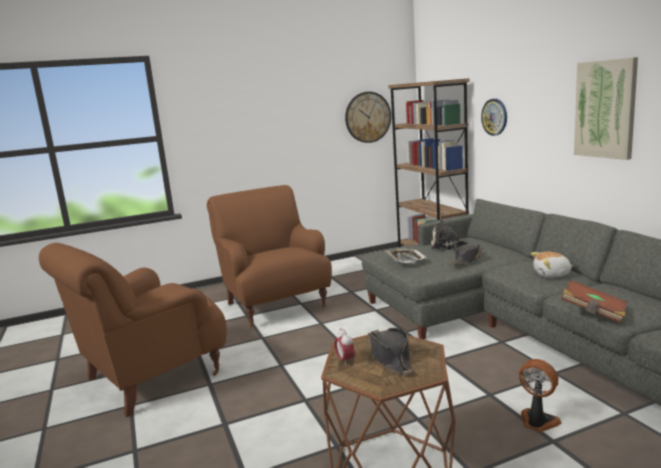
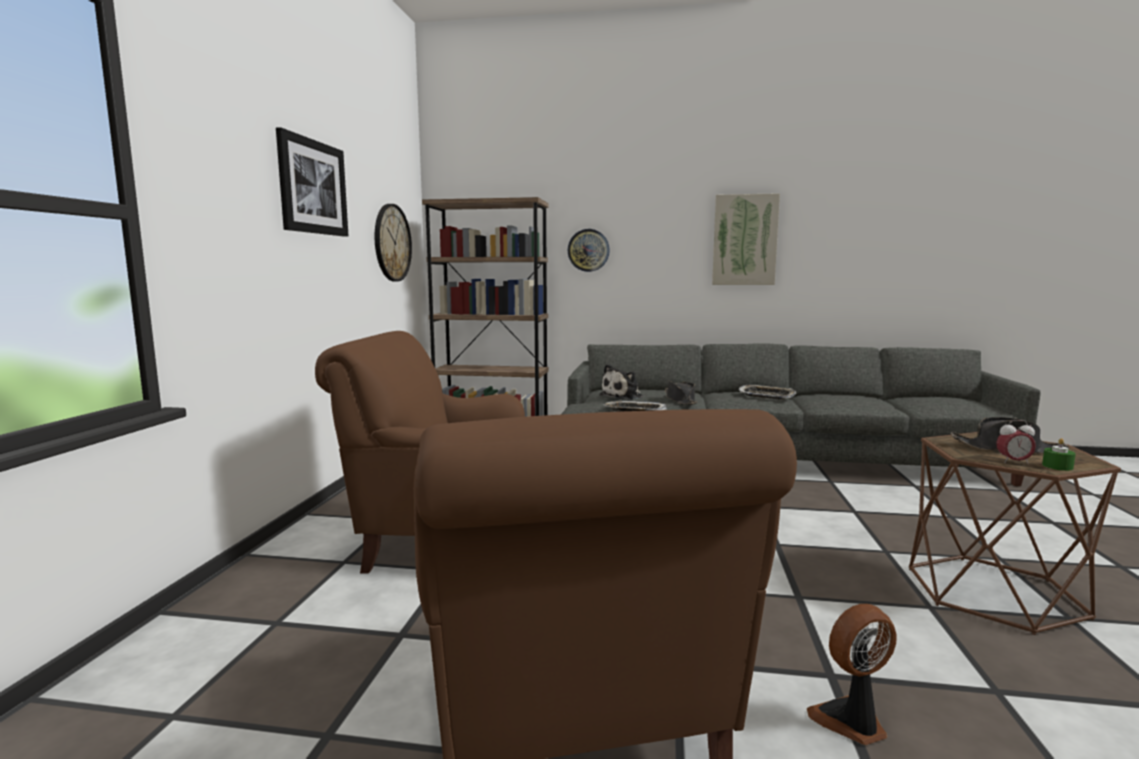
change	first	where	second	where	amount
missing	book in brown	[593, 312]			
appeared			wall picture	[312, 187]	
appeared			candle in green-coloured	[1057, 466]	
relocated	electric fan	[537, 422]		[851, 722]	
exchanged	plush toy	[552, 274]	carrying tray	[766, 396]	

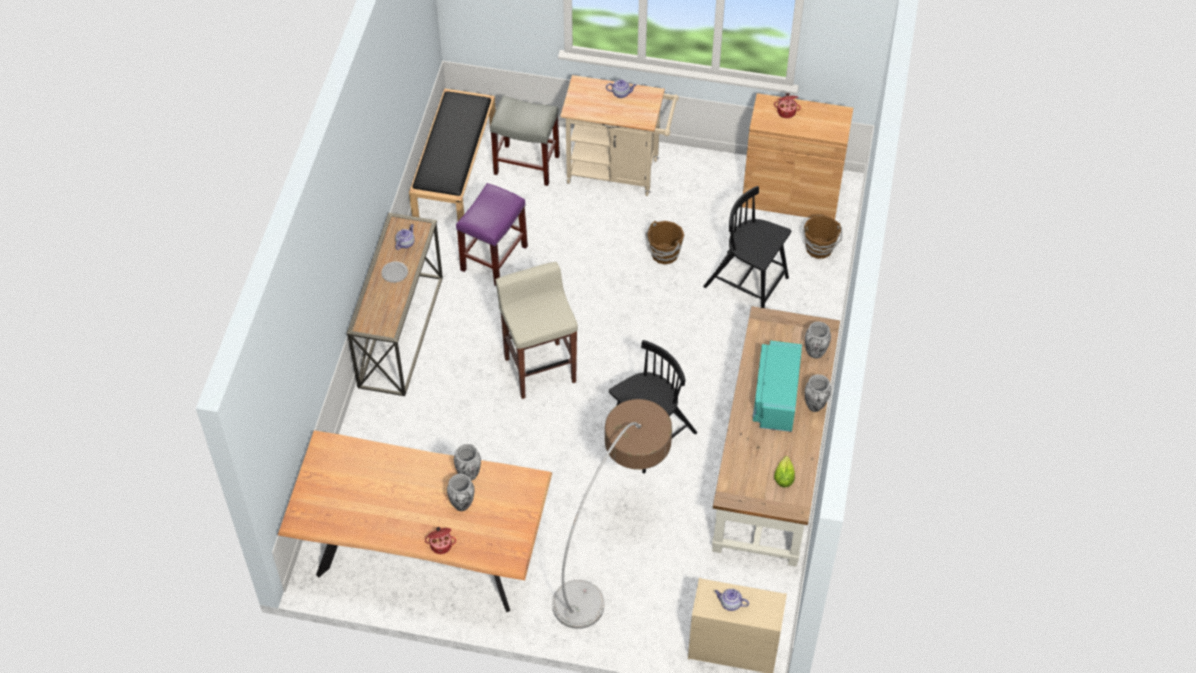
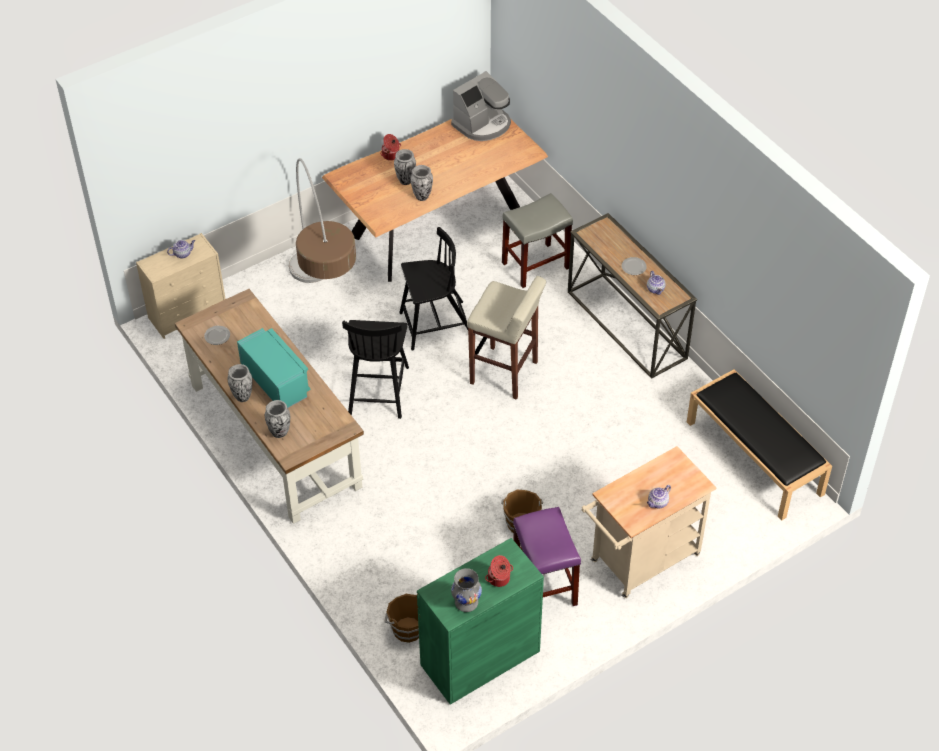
change	first	where	second	where	amount
appeared			coffee maker	[482, 124]	
appeared			vase in grey	[466, 602]	
relocated	stool in purplish	[494, 257]		[545, 585]	
relocated	stool in grey	[527, 164]		[535, 266]	
relocated	chair in blackish	[747, 283]		[435, 325]	
exchanged	head of lettuce	[783, 478]	plate	[217, 336]	
colour	cupboard in brown	[791, 196]	cupboard in green-coloured	[480, 658]	

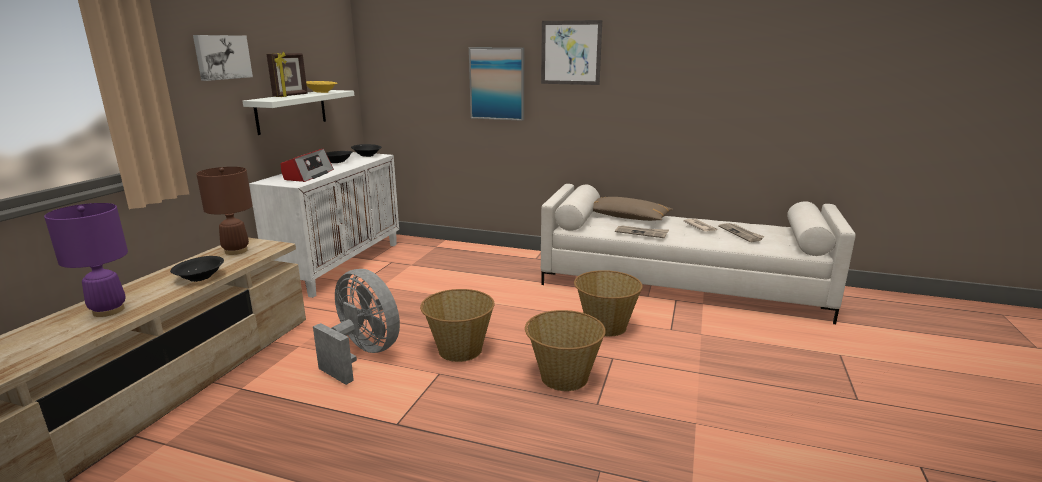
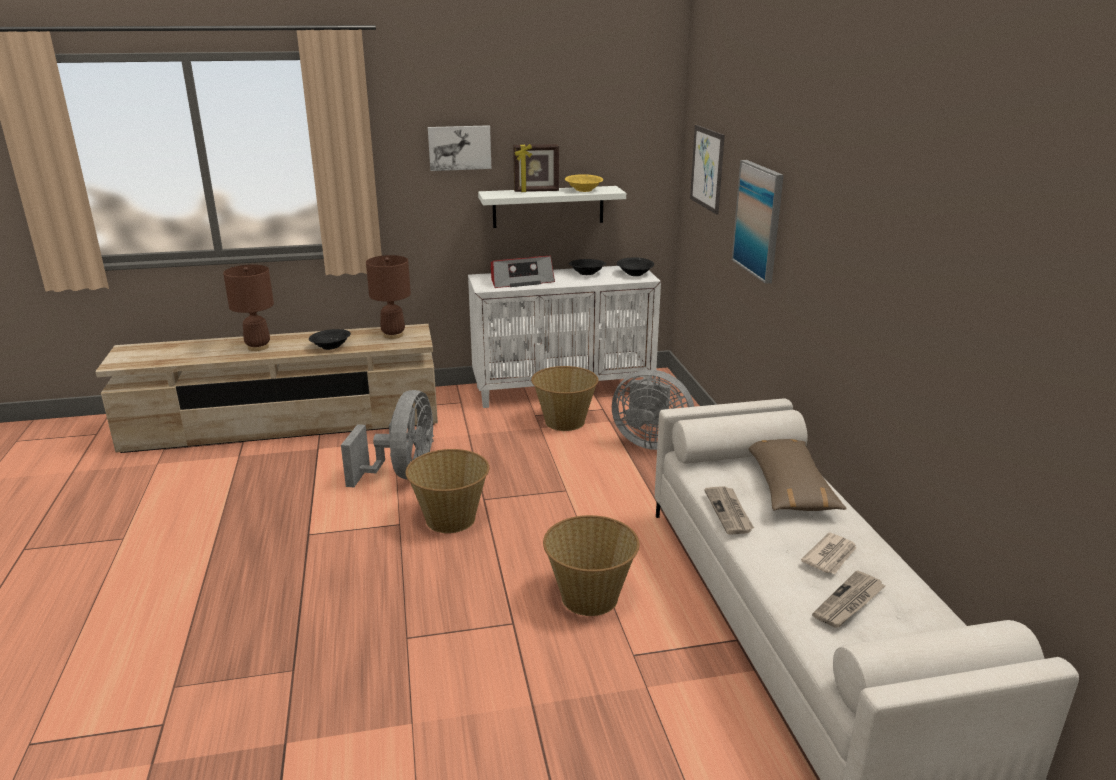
change	first	where	second	where	amount
appeared			electric fan in grey	[650, 441]	
relocated	household basket	[563, 377]		[564, 421]	
relocated	wall picture	[570, 52]		[707, 168]	
colour	table lamp in purplish	[109, 311]	table lamp in brown	[258, 347]	

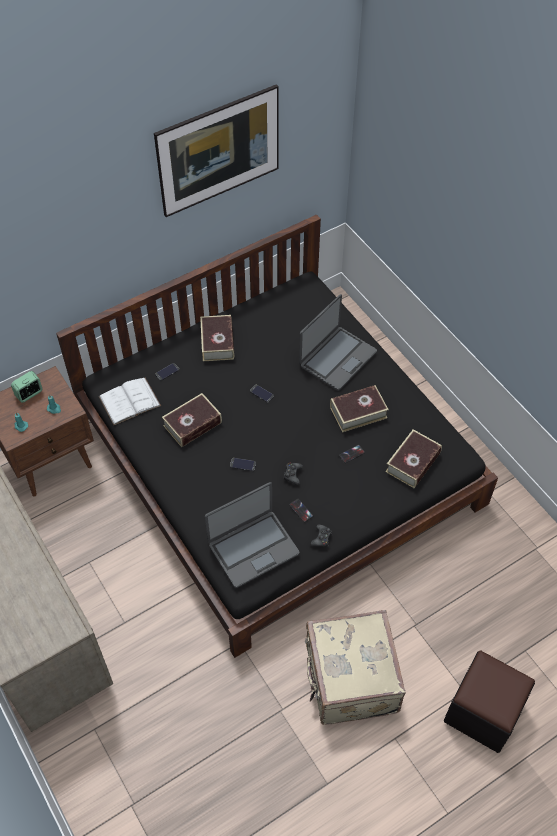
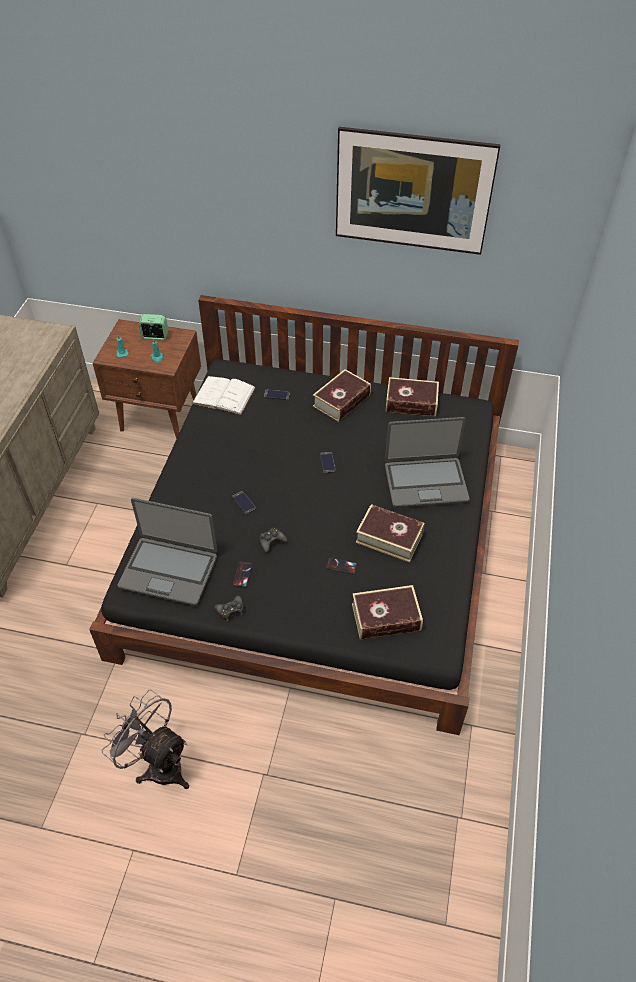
change	first	where	second	where	amount
missing	pouffe in blackish	[483, 712]			
relocated	book	[192, 424]		[411, 402]	
exchanged	piece of luggage in sand-coloured	[349, 680]	electric fan in grey	[158, 764]	

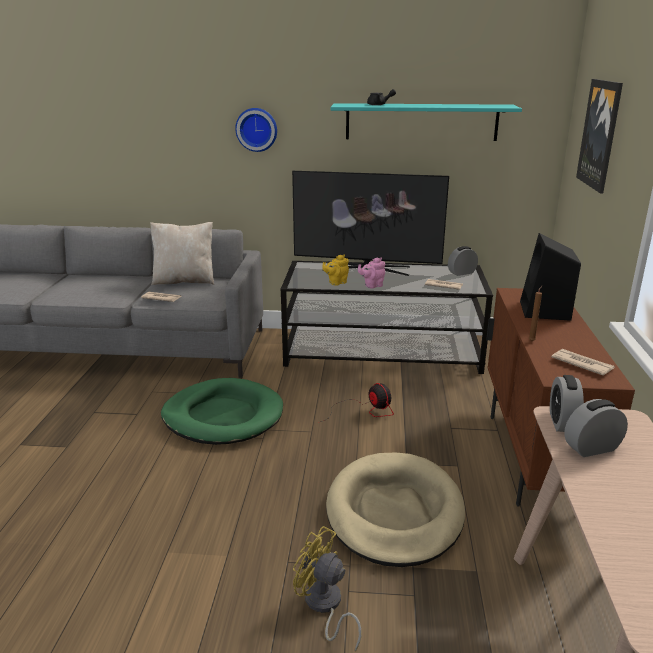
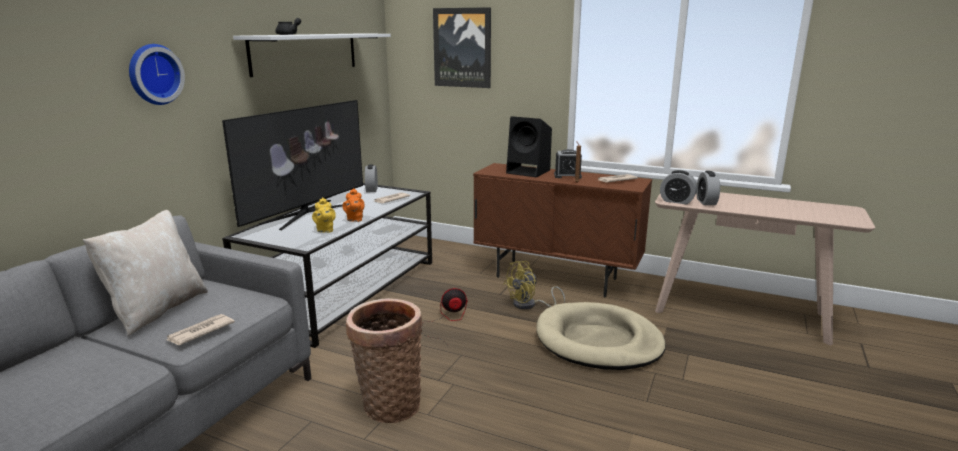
change	first	where	second	where	amount
appeared			alarm clock	[567, 175]	
relocated	electric fan in yellowish	[324, 606]		[529, 305]	
exchanged	pet bed in green-coloured	[223, 416]	household basket	[389, 404]	
colour	wall shelf in turquoise-coloured	[421, 122]	wall shelf in white-coloured	[306, 53]	
colour	tea pot in pink	[372, 285]	tea pot in orangey	[354, 219]	

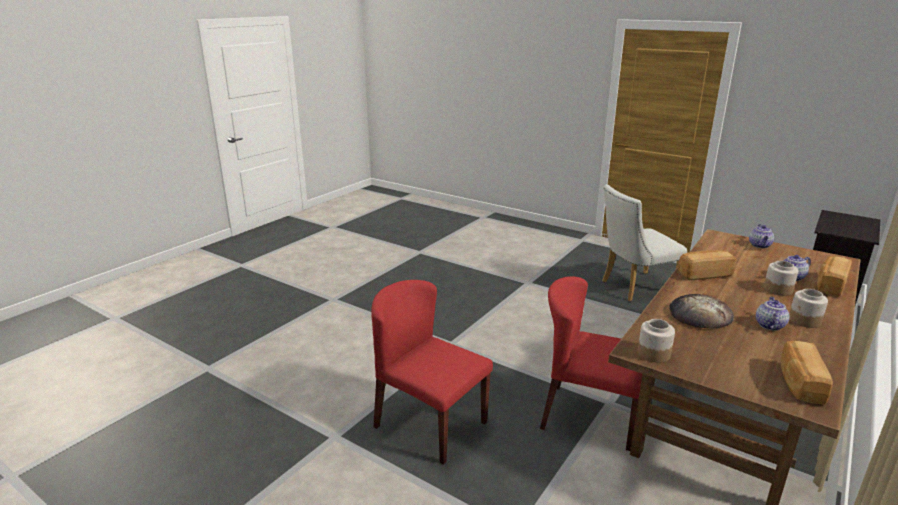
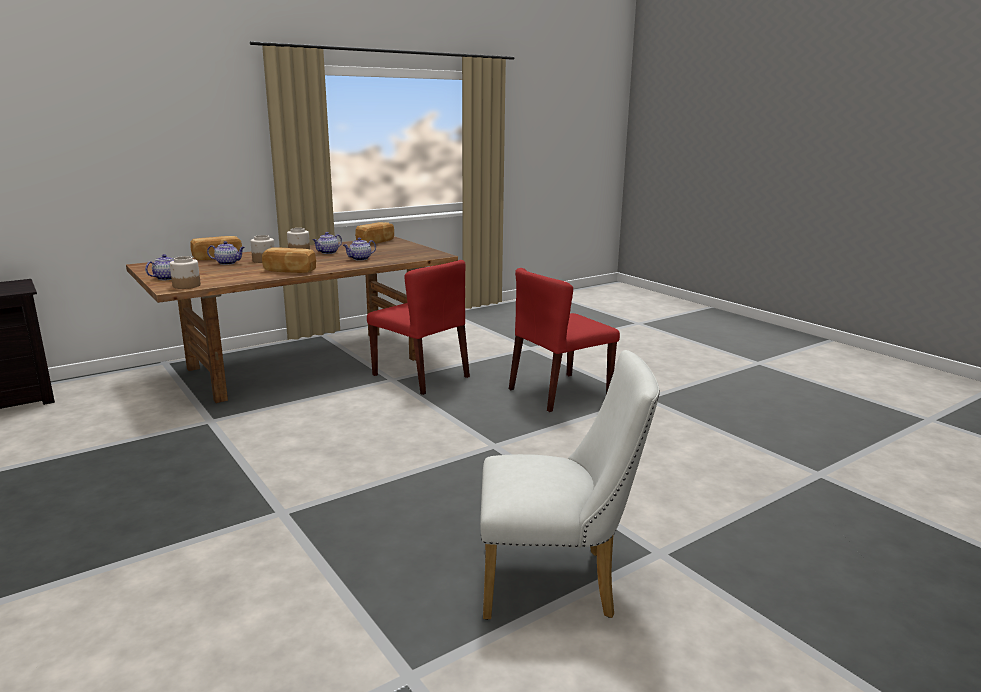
change	first	where	second	where	amount
relocated	chair in white-coloured	[633, 288]		[557, 583]	
relocated	jar	[653, 354]		[187, 286]	
exchanged	bread	[699, 315]	tea pot	[360, 259]	
spun	chair in red-coloured	[429, 424]		[559, 392]	90 degrees clockwise

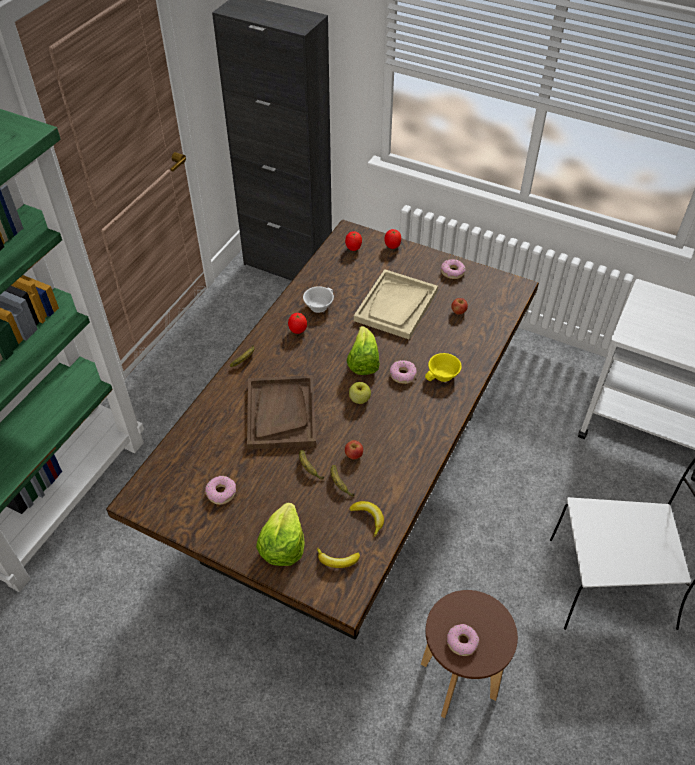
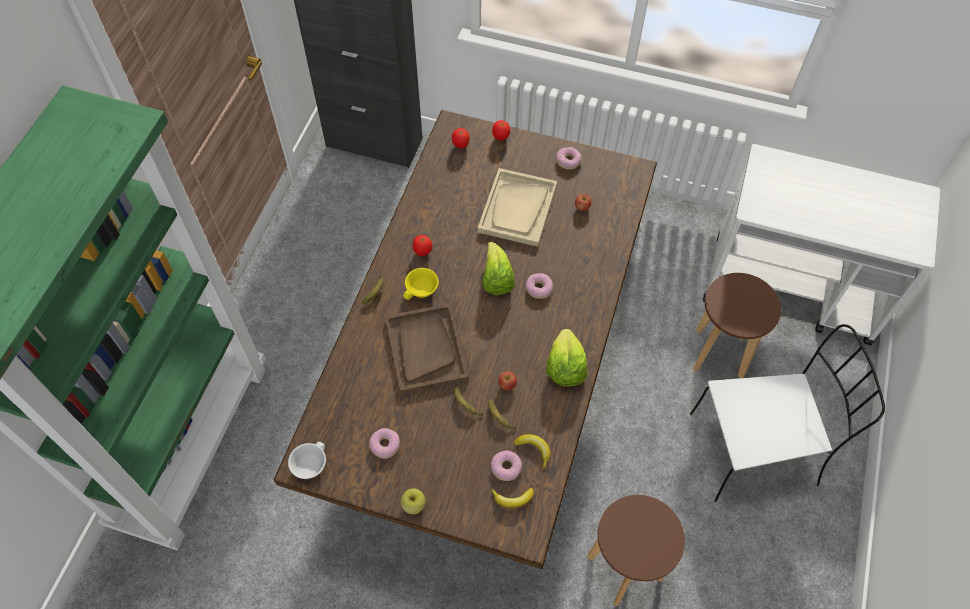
change	first	where	second	where	amount
appeared			stool in brown	[719, 353]	
relocated	head of lettuce	[282, 545]		[565, 367]	
relocated	cup in white-coloured	[318, 305]		[309, 464]	
relocated	apple fruit	[359, 399]		[413, 505]	
relocated	cup in yellowish	[443, 375]		[422, 291]	
relocated	ring doughnut	[462, 642]		[506, 467]	

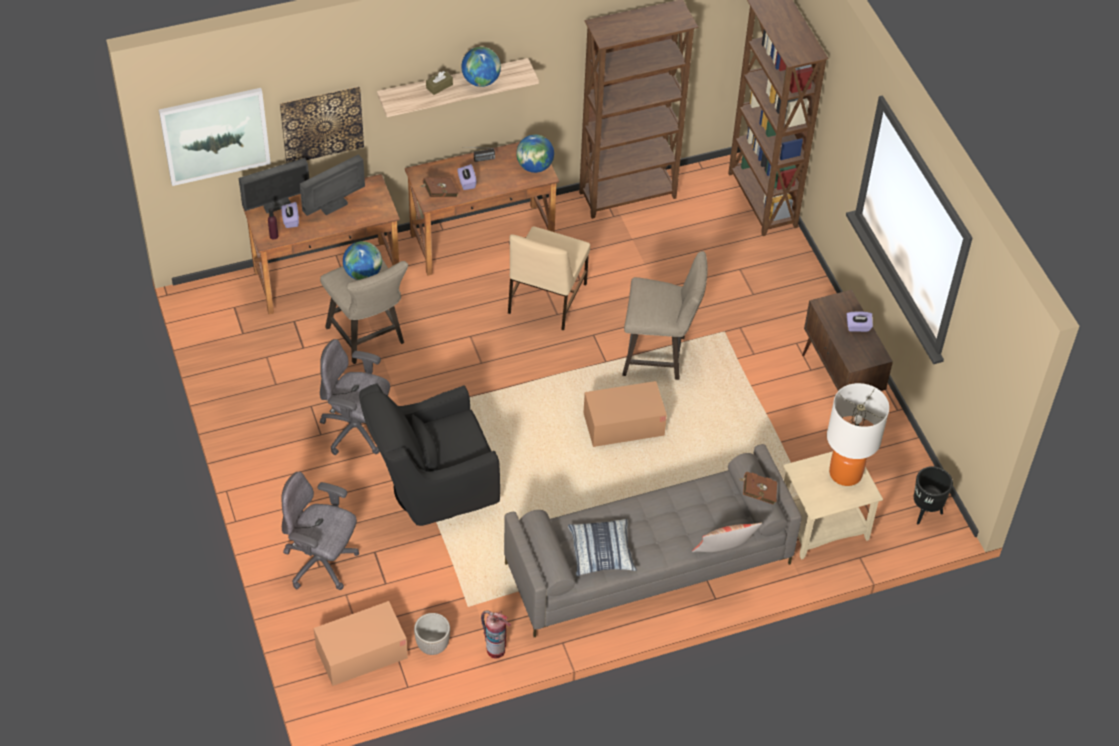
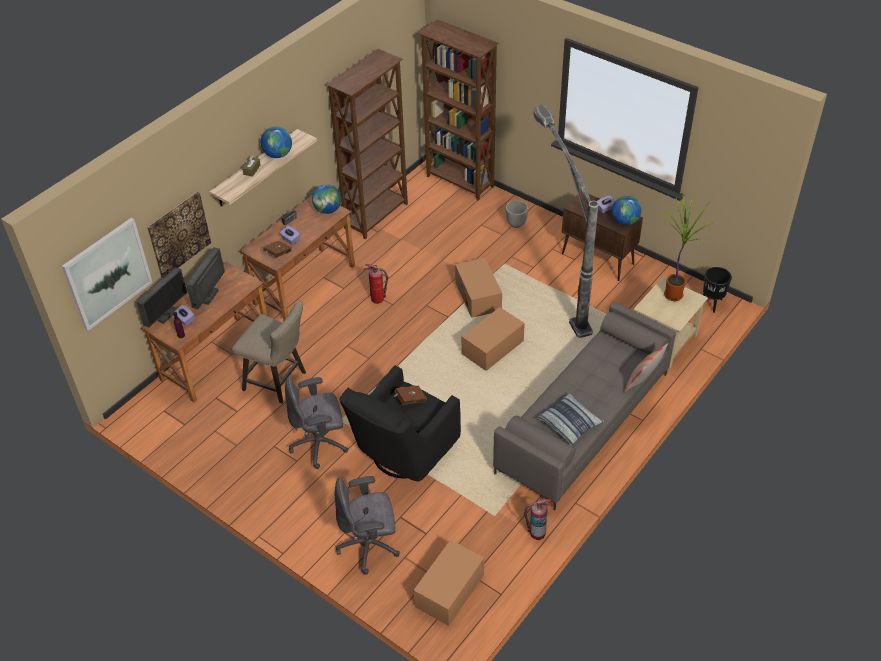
change	first	where	second	where	amount
appeared			standing lamp	[557, 286]	
relocated	world globe	[363, 274]		[625, 221]	
relocated	plant pot	[433, 646]		[516, 224]	
relocated	book in brown	[757, 493]		[409, 400]	
exchanged	chair in sand-coloured	[546, 299]	fire extinguisher	[377, 299]	
exchanged	stool in sand-coloured	[659, 356]	packing box	[478, 296]	
exchanged	table lamp	[846, 473]	plant in a pot	[673, 294]	

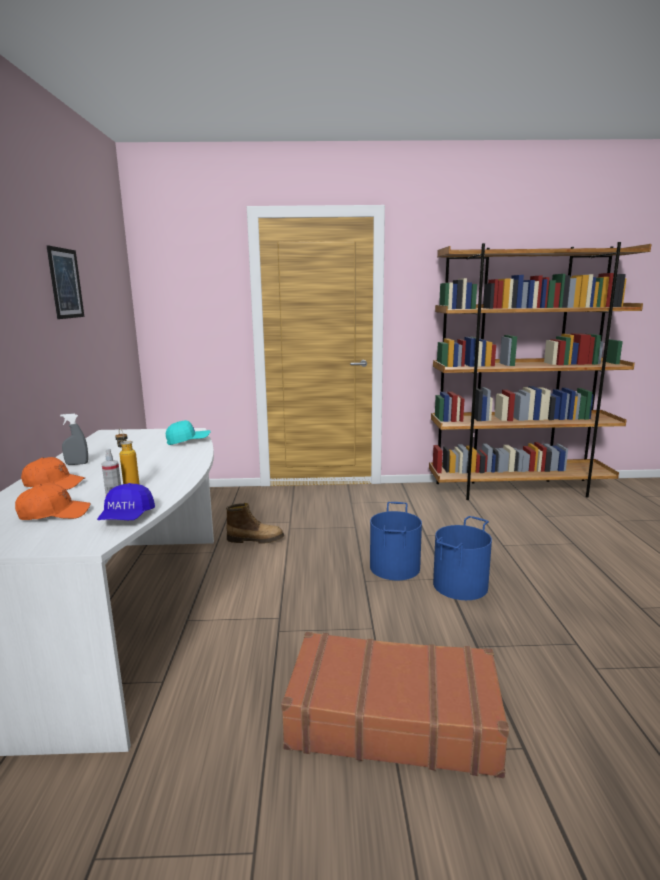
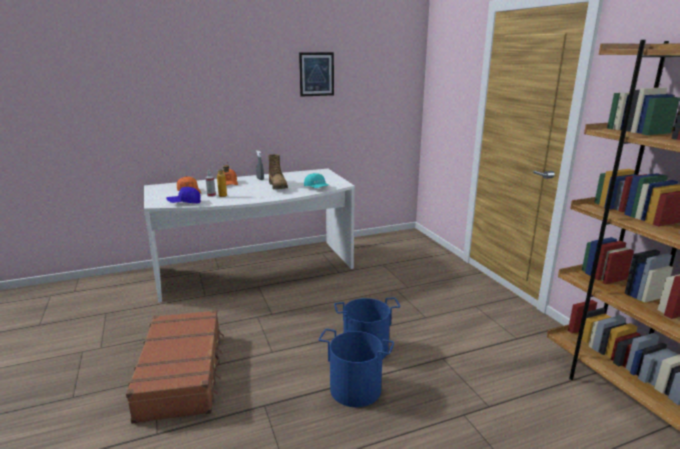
change	first	where	second	where	amount
relocated	high-top boot	[255, 539]		[278, 186]	

